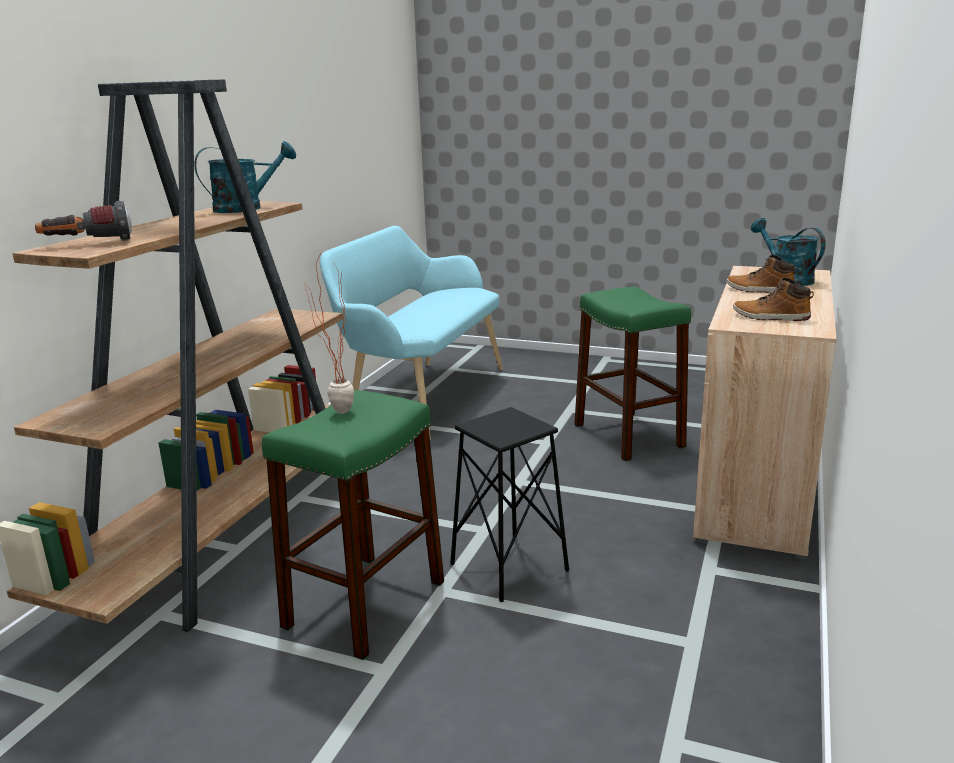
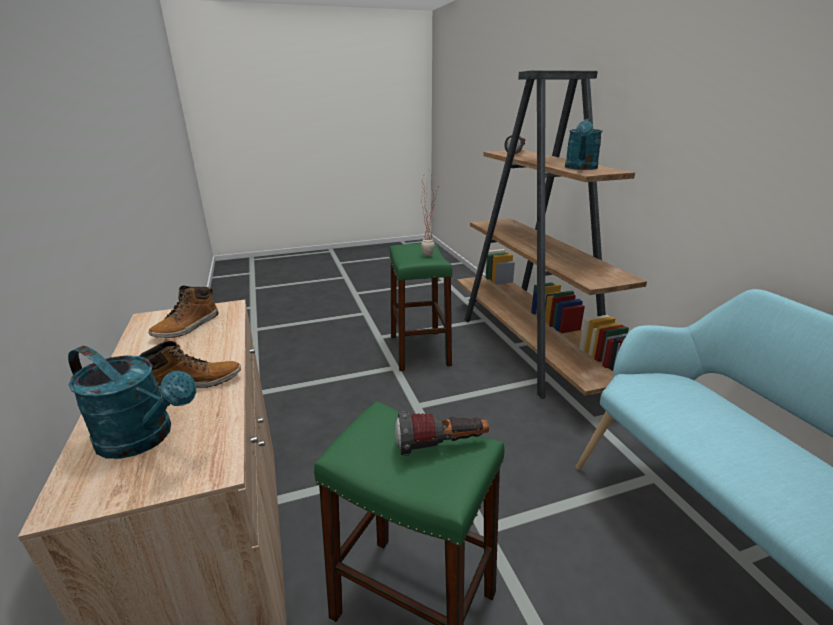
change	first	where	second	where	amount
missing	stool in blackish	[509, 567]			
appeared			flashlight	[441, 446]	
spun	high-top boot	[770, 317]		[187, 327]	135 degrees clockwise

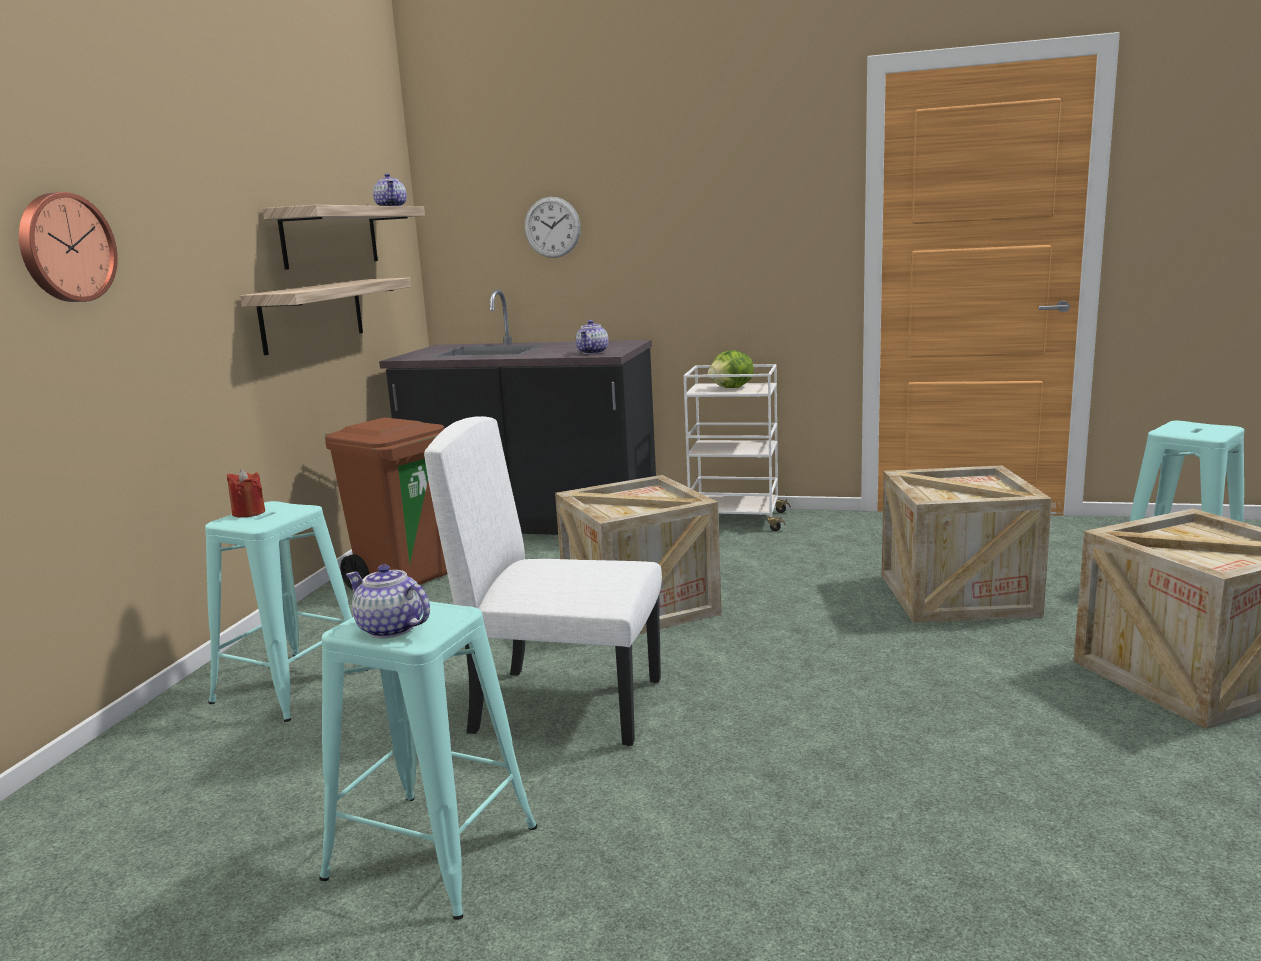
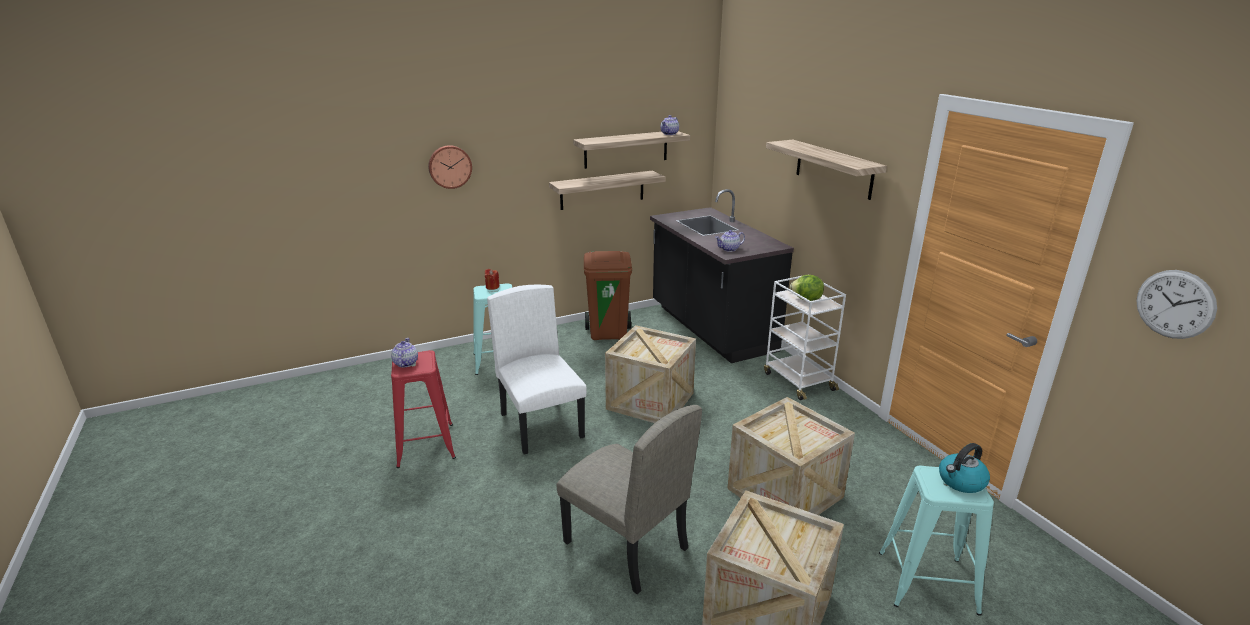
change	first	where	second	where	amount
appeared			chair in sand-coloured	[625, 545]	
appeared			wall shelf	[833, 169]	
appeared			water kettle	[961, 482]	
relocated	clock on the wall	[552, 227]		[1175, 304]	
colour	stool in turquoise-coloured	[432, 852]	stool in red-coloured	[426, 445]	

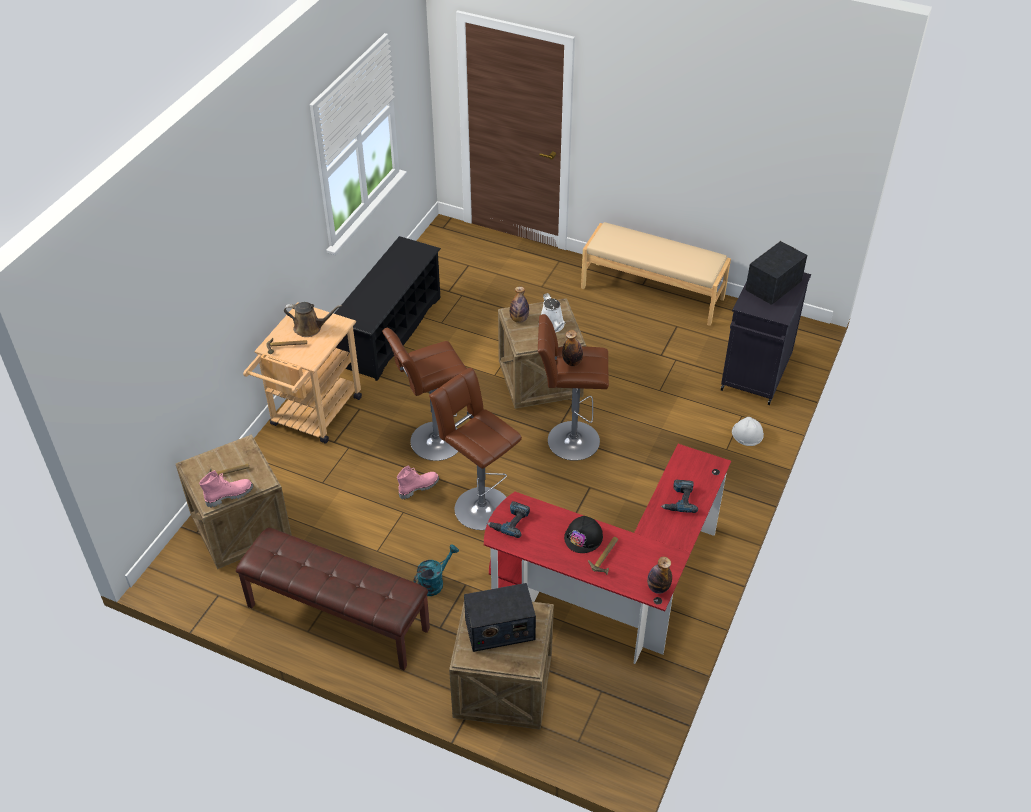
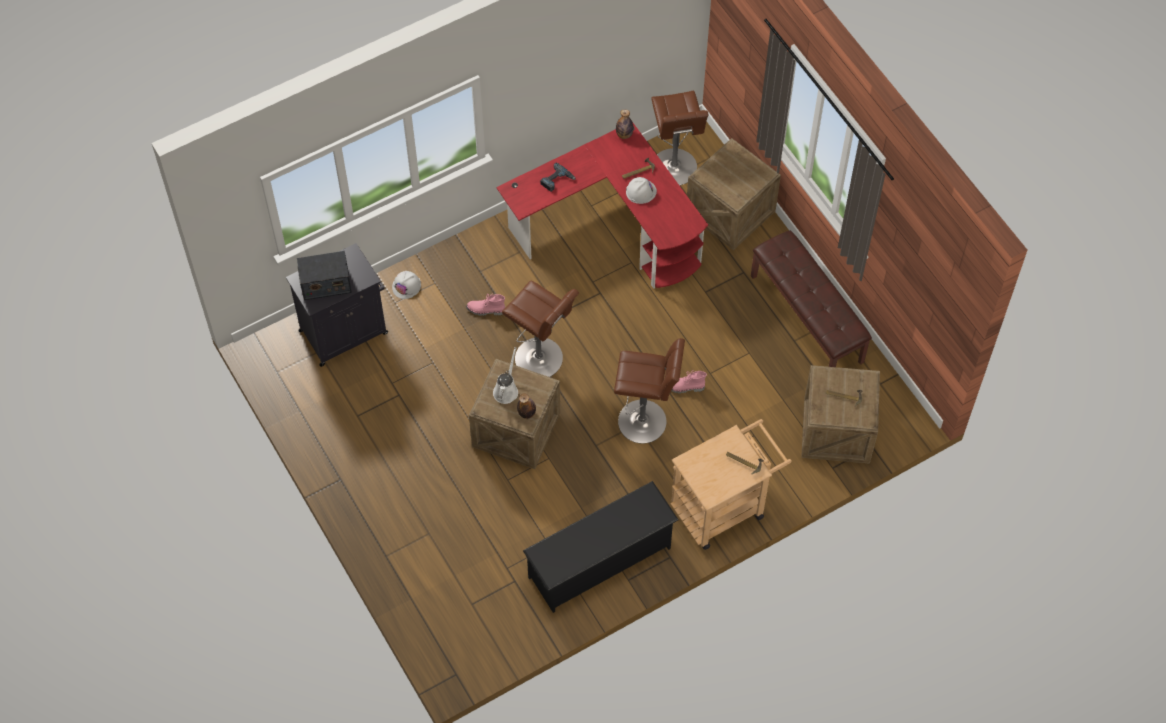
change	first	where	second	where	amount
missing	sprinkling can in brown	[310, 328]			
missing	sprinkling can in turquoise-coloured	[434, 582]			
missing	radio receiver	[499, 629]			
missing	drill	[510, 521]			
missing	drink bottle	[572, 362]			
missing	bench in sand-coloured	[652, 292]			
relocated	high-top boot in pink	[229, 495]		[485, 310]	
relocated	stool in brown	[478, 506]		[675, 170]	
colour	safety helmet in blackish	[583, 537]	safety helmet in white-coloured	[641, 191]	

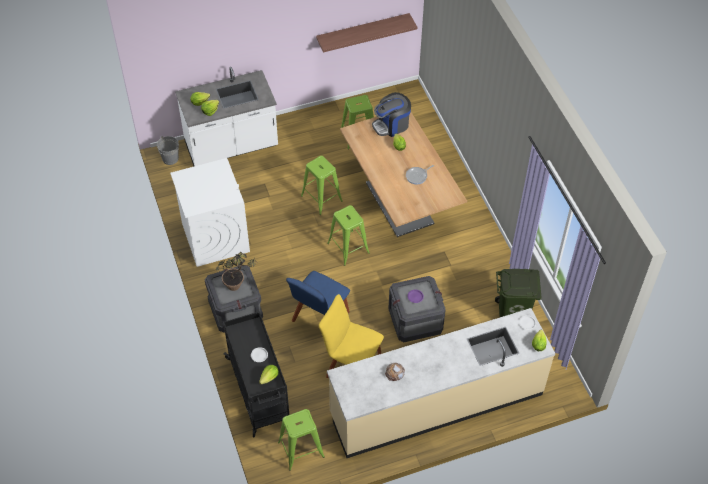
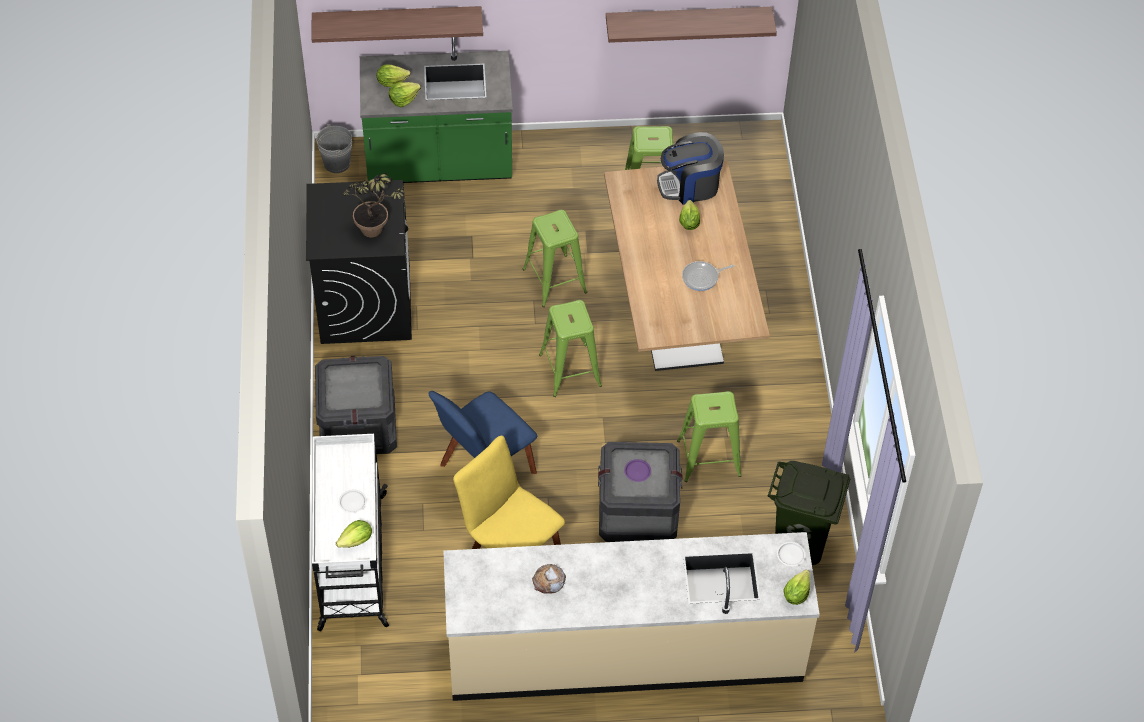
change	first	where	second	where	amount
appeared			wall shelf	[397, 21]	
relocated	plant in a pot	[238, 286]		[378, 233]	
relocated	stool in green-coloured	[301, 449]		[709, 458]	
colour	laundry machine in white-coloured	[215, 237]	laundry machine in blackish	[365, 303]	
colour	kitchen counter in white-coloured	[231, 146]	kitchen counter in green-coloured	[439, 164]	
colour	wheeled cart in blackish	[259, 391]	wheeled cart in white-coloured	[352, 563]	

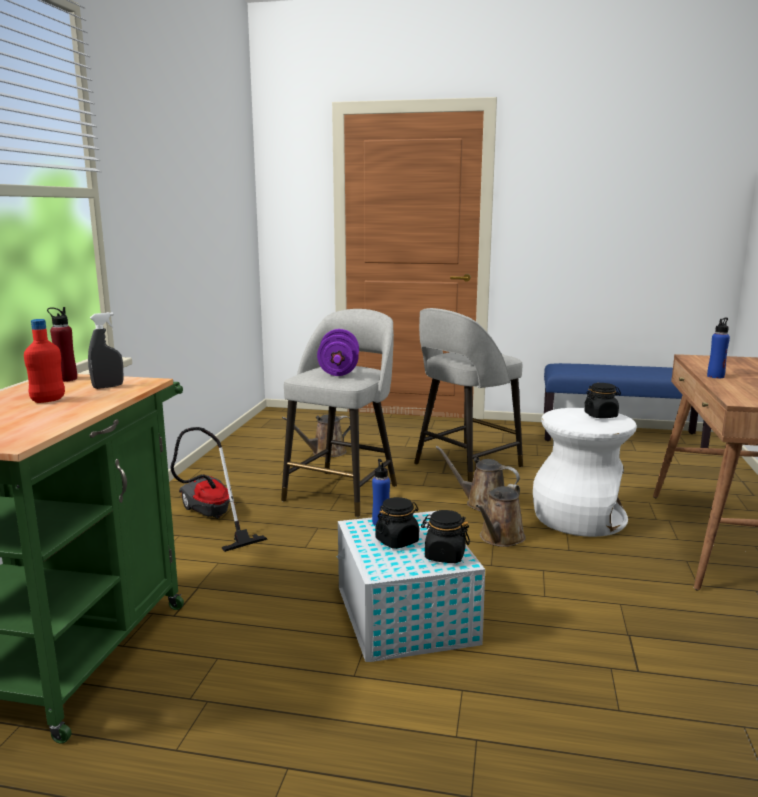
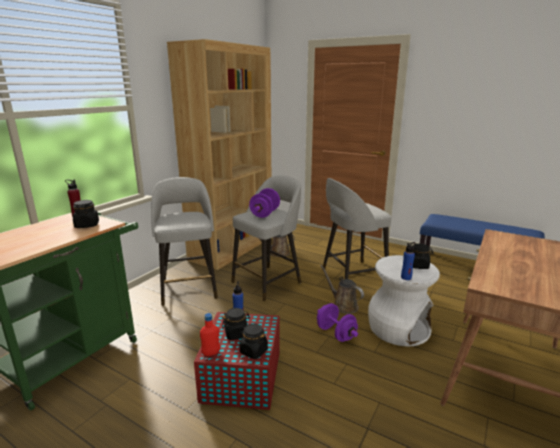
change	first	where	second	where	amount
appeared			bookcase in brown	[232, 248]	
relocated	drink bottle in red-coloured	[48, 400]		[211, 353]	
relocated	drink bottle in bluish	[715, 376]		[406, 277]	
exchanged	hand sprayer in grey	[108, 386]	jar in blackish	[87, 225]	
exchanged	vacuum cleaner	[211, 519]	stool in grey	[189, 287]	
exchanged	sprinkling can in brown	[500, 538]	hand weight in purplish	[336, 333]	
colour	storage box in white-coloured	[405, 617]	storage box in red-coloured	[241, 377]	

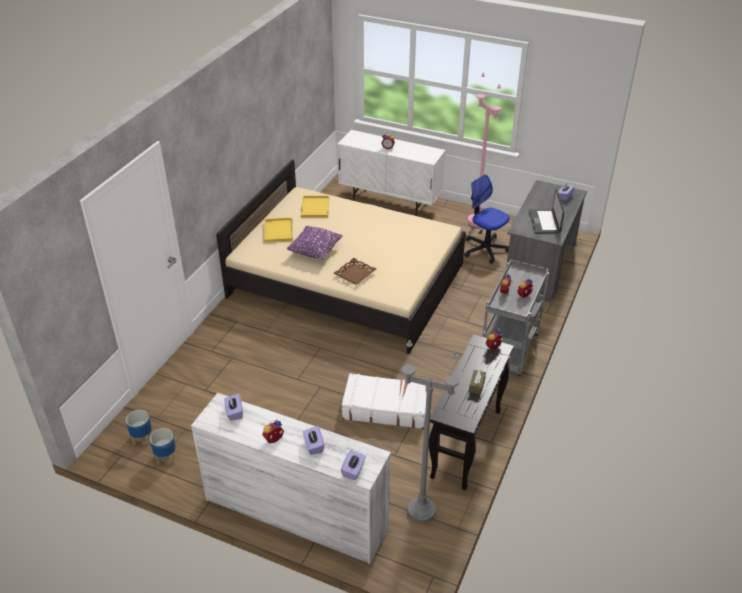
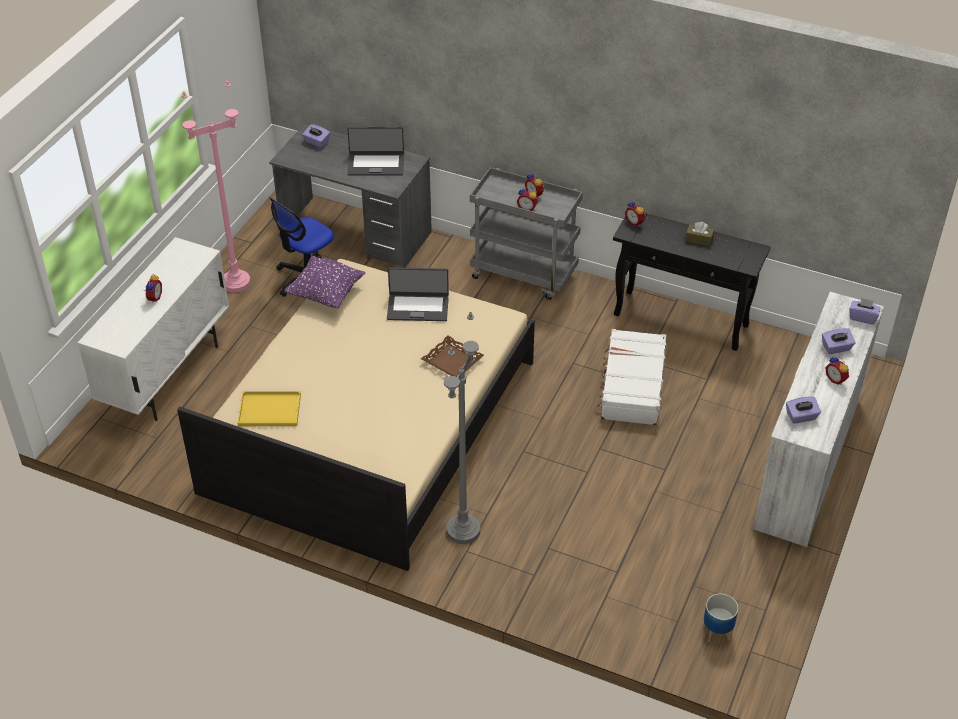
change	first	where	second	where	amount
missing	plant pot	[165, 457]			
missing	carrying tray in yellowish	[278, 230]			
appeared			laptop	[418, 307]	
relocated	throw pillow in purplish	[315, 252]		[326, 294]	
relocated	standing lamp in grey	[421, 511]		[463, 531]	

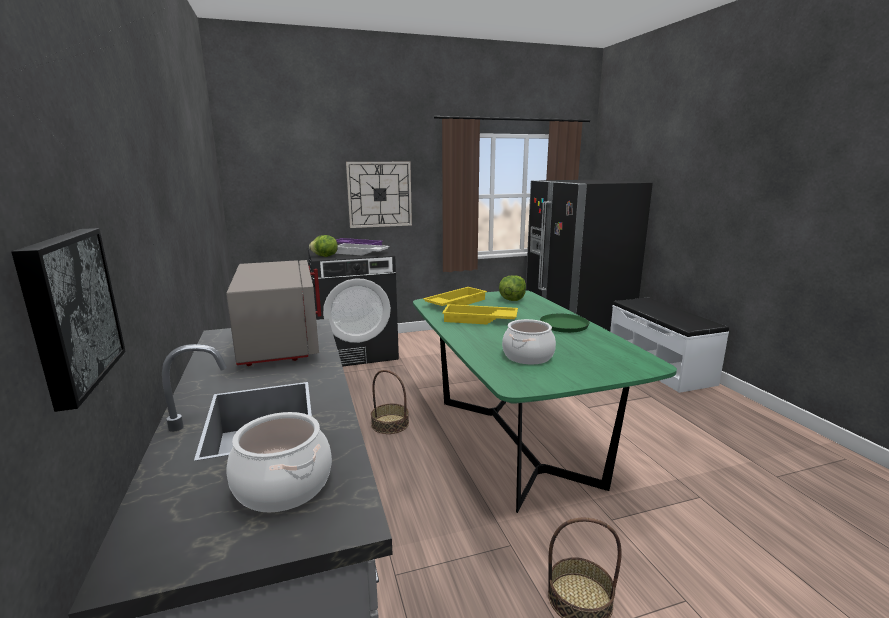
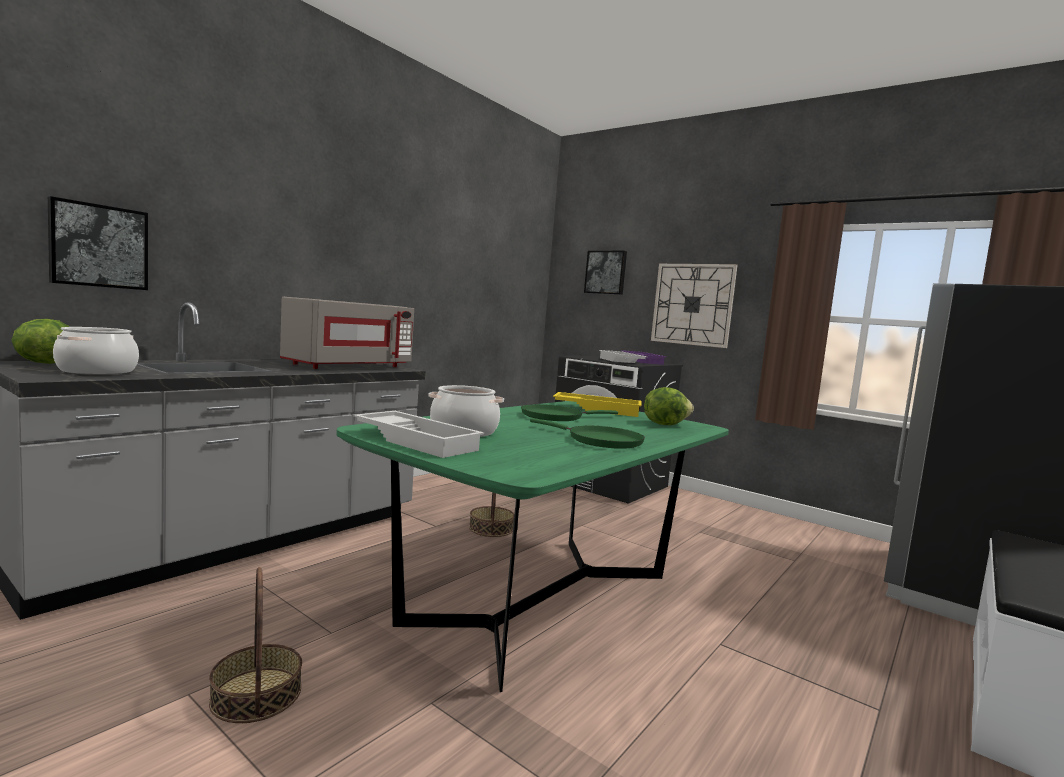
change	first	where	second	where	amount
appeared			carrying tray in white-coloured	[418, 441]	
appeared			wall picture	[606, 272]	
relocated	head of lettuce	[325, 256]		[45, 363]	
exchanged	carrying tray in yellowish	[479, 320]	skillet in green-coloured	[555, 417]	

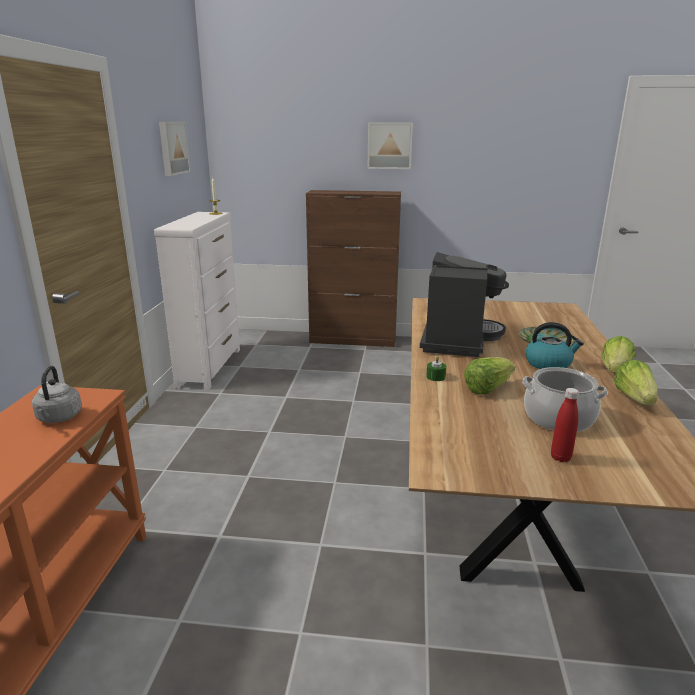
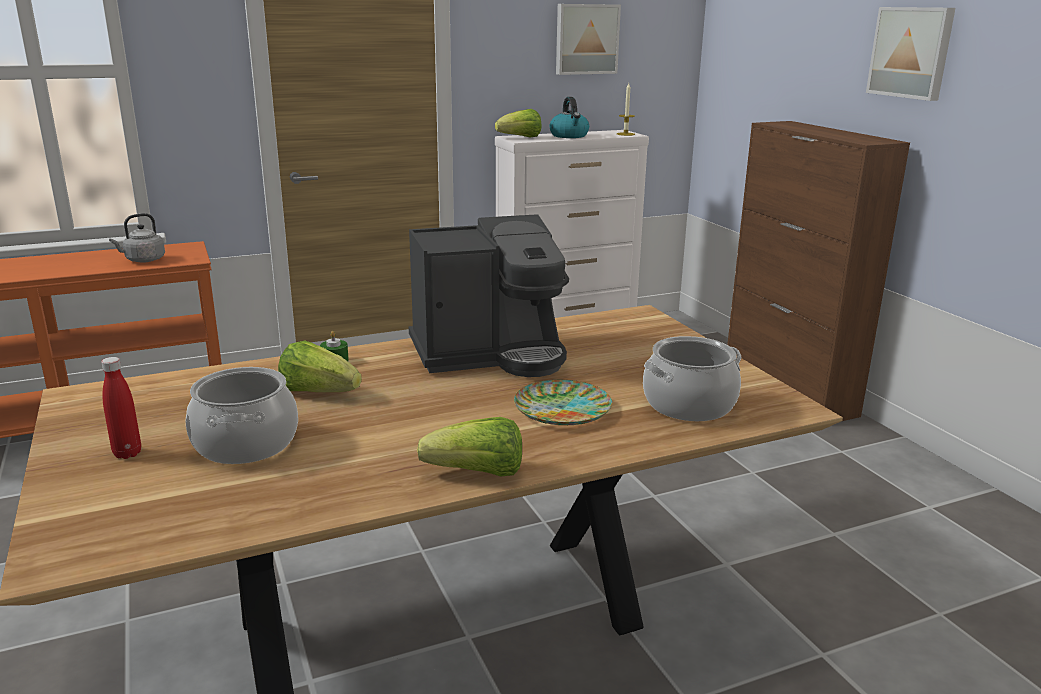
change	first	where	second	where	amount
appeared			stockpot	[689, 405]	
relocated	water kettle	[549, 364]		[569, 136]	
relocated	head of lettuce	[634, 398]		[520, 138]	

